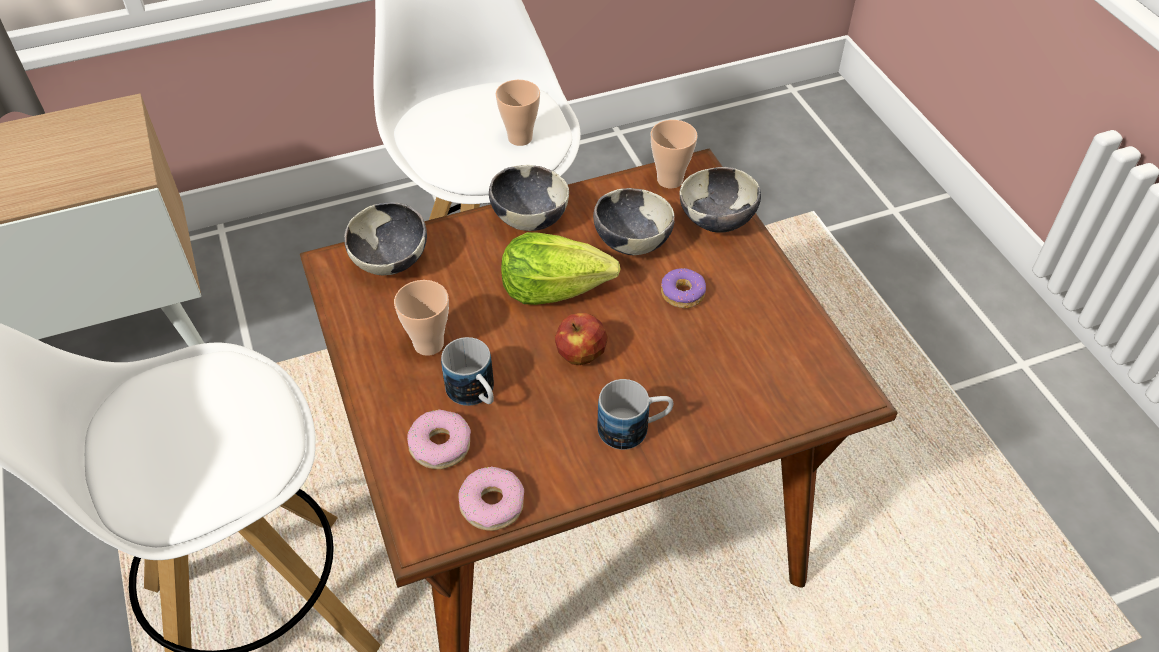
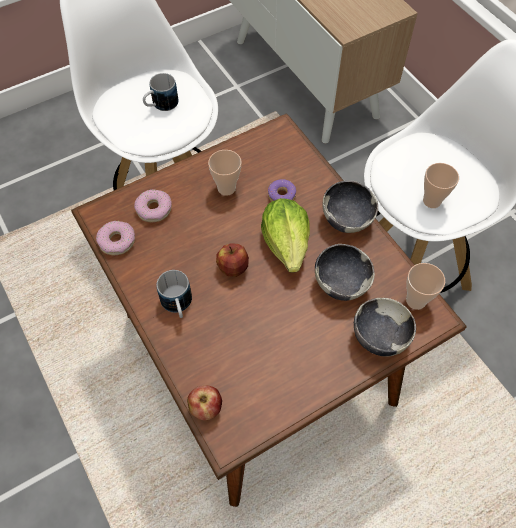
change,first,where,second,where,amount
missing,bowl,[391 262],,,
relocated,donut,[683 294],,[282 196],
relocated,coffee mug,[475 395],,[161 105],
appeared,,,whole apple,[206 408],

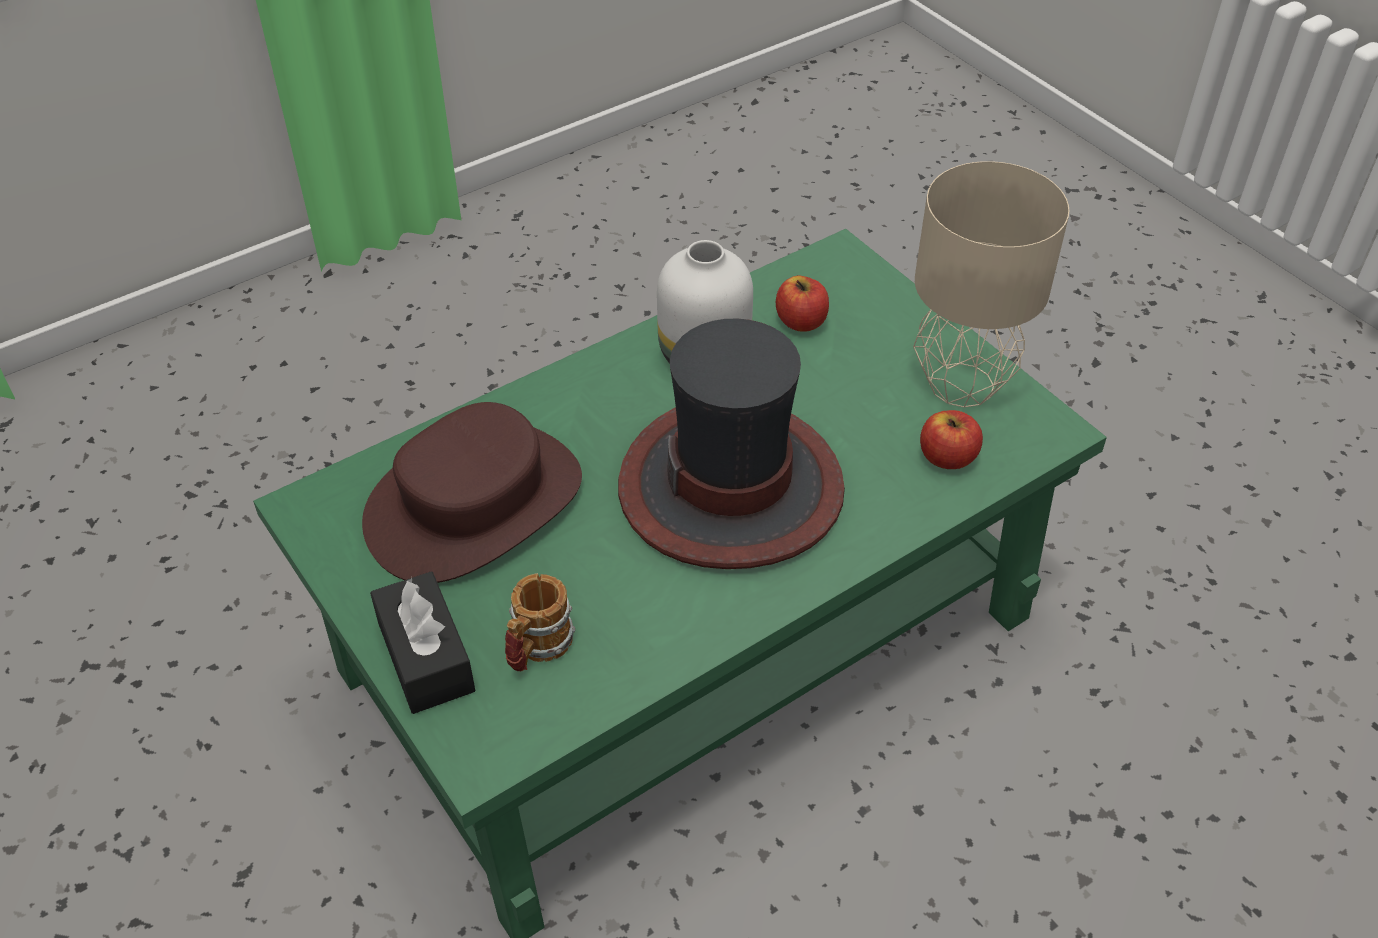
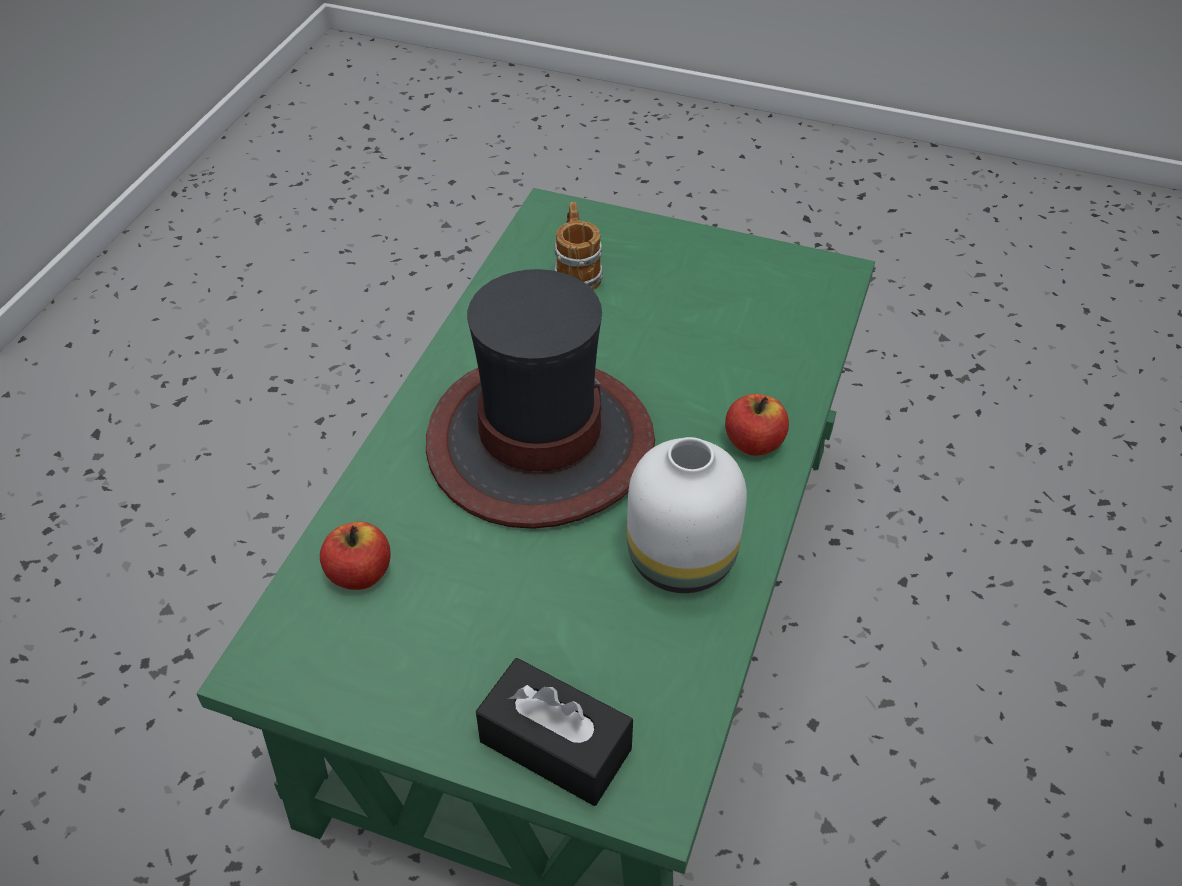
change,first,where,second,where,amount
missing,sand-coloured lamp for a table,[962 386],,,
relocated,whole apple,[801 321],,[754 443],
missing,brown-coloured hat,[475 504],,,
relocated,blackish tissue box,[426 657],,[555 745],

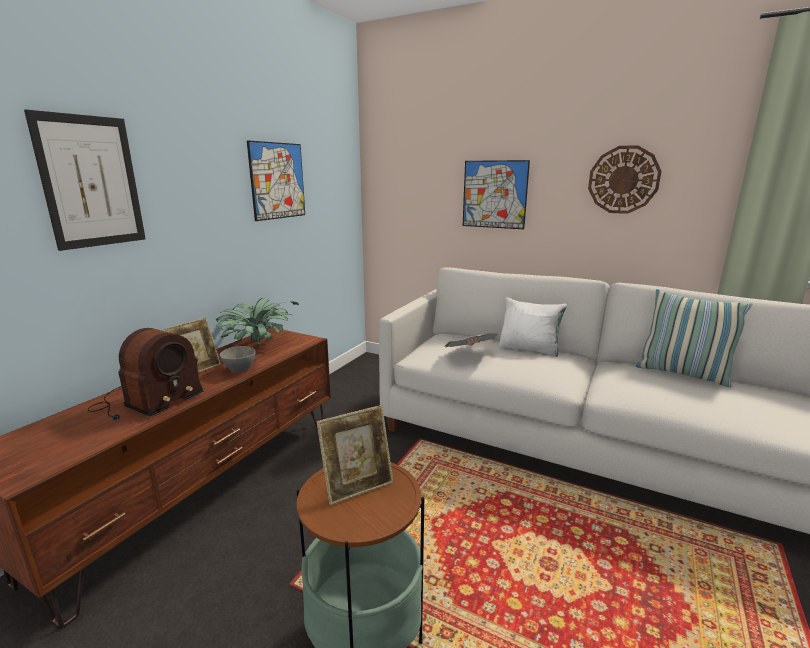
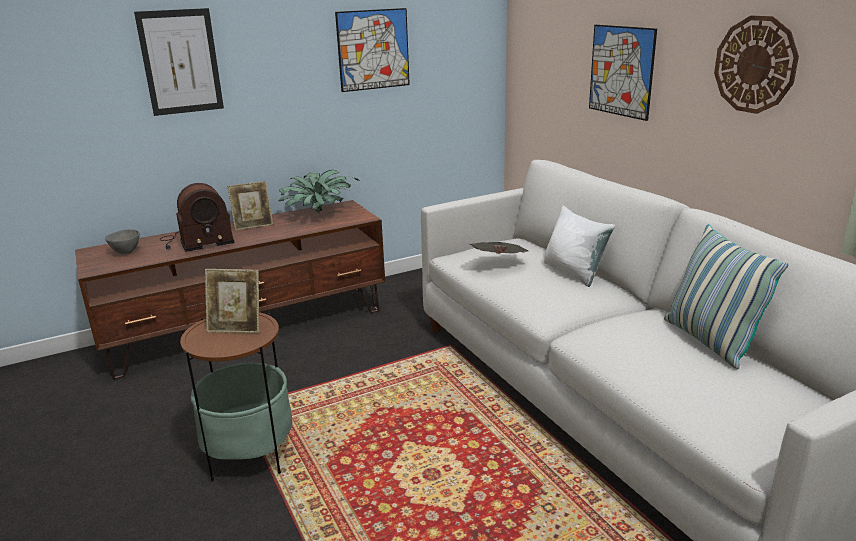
change,first,where,second,where,amount
relocated,grey bowl,[239 370],,[126 252],

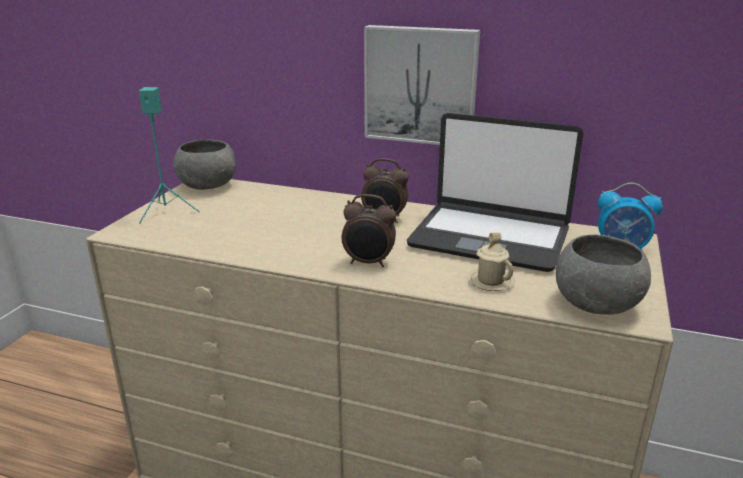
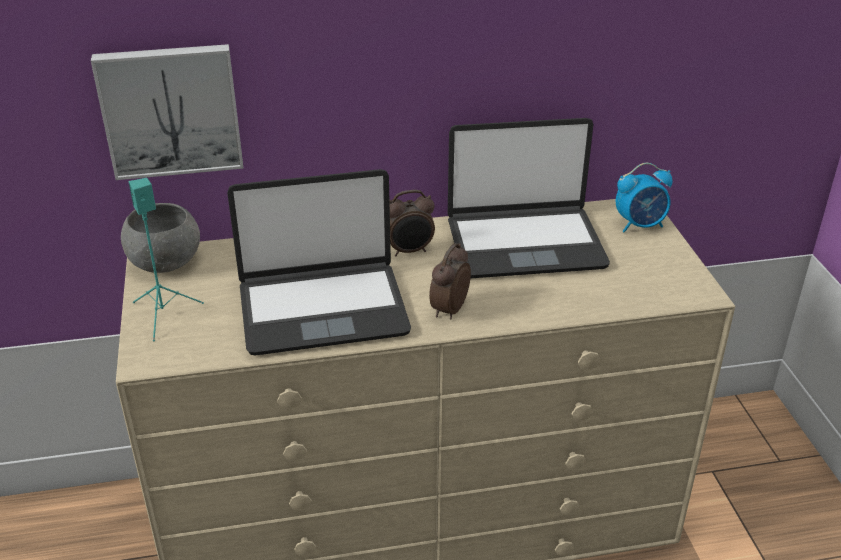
change,first,where,second,where,amount
relocated,wall picture,[421 85],,[171 110],
spun,bedside clock,[368 263],,[448 310],135 degrees clockwise
missing,sand-coloured coffee mug,[490 281],,,
missing,grey bowl,[596 304],,,
appeared,,,notebook computer,[322 308],

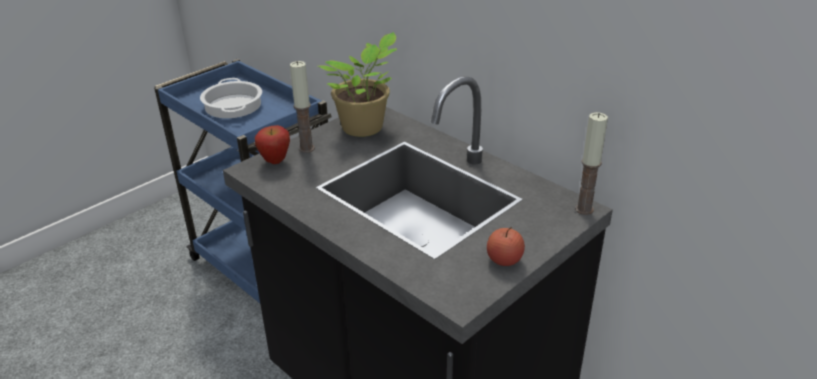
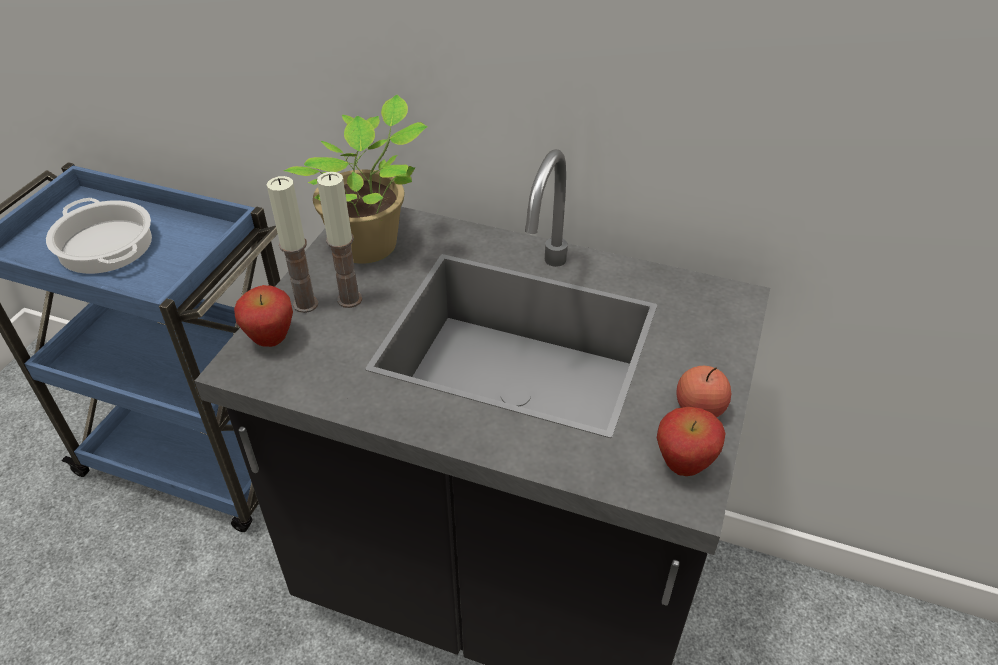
change,first,where,second,where,amount
relocated,wax candle,[584 209],,[349 299],
appeared,,,whole apple,[683 466],

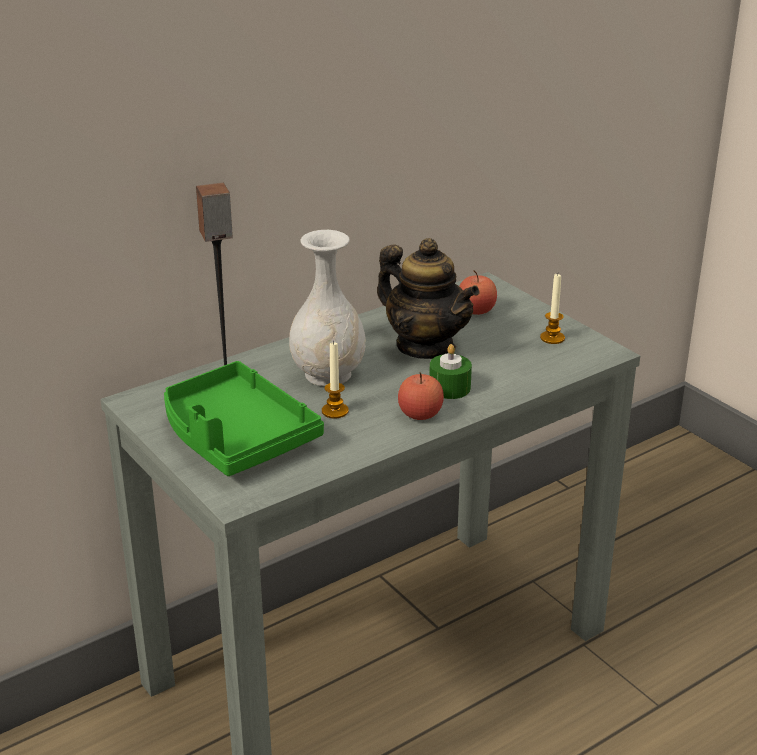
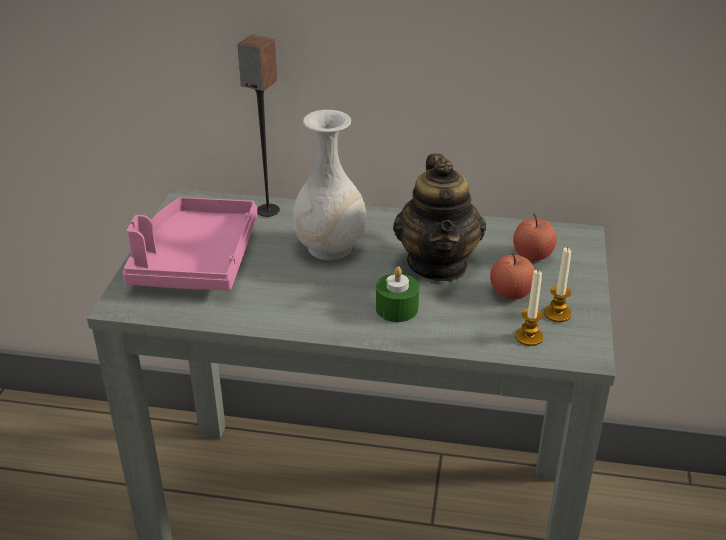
change,first,where,second,where,amount
relocated,wax candle,[335 411],,[529 337],
colour,green-coloured tray,[235 437],pink tray,[195 260],
relocated,whole apple,[420 414],,[511 293],

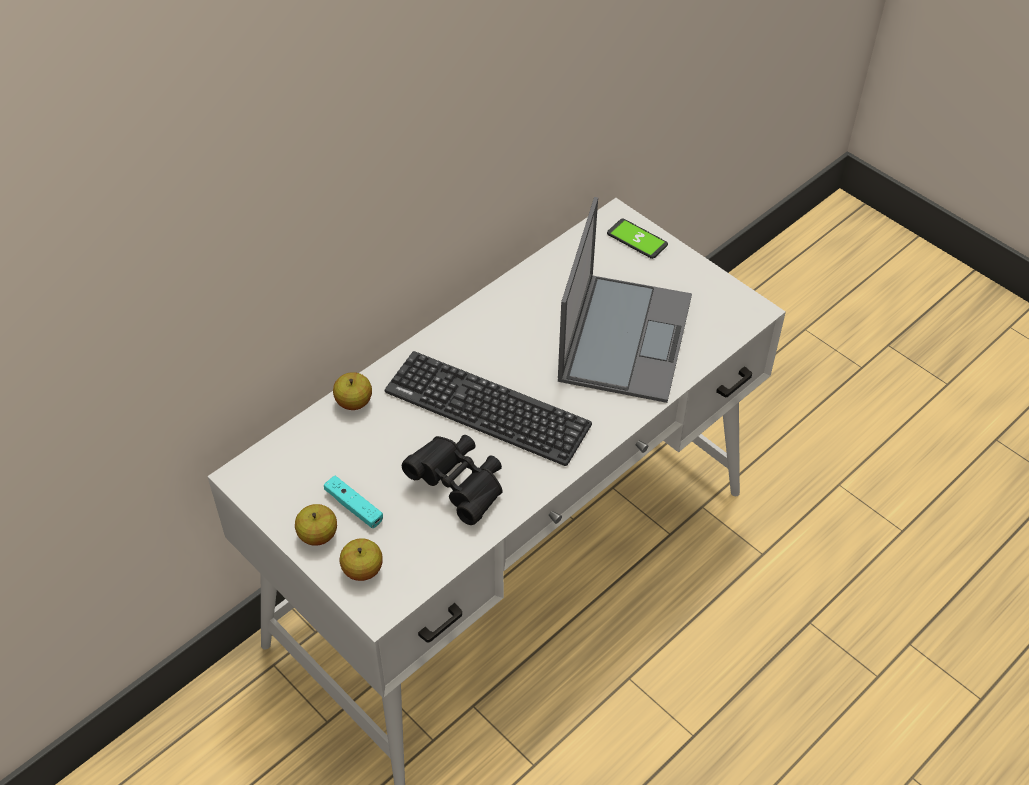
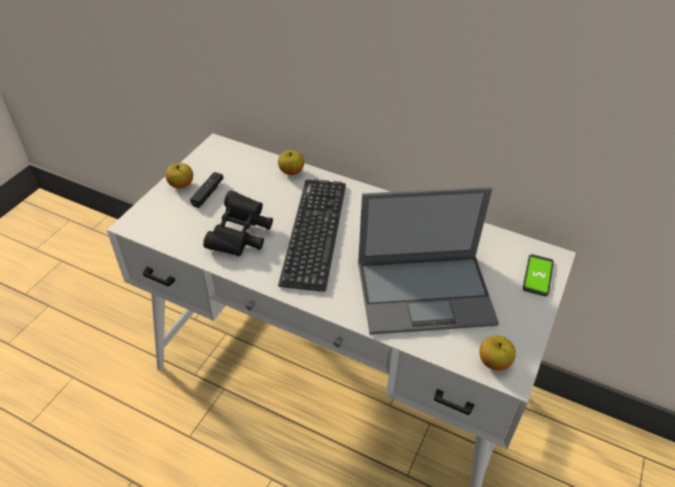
change,first,where,second,where,amount
colour,turquoise joypad,[354 506],blackish joypad,[208 193],
relocated,whole apple,[362 570],,[494 362],

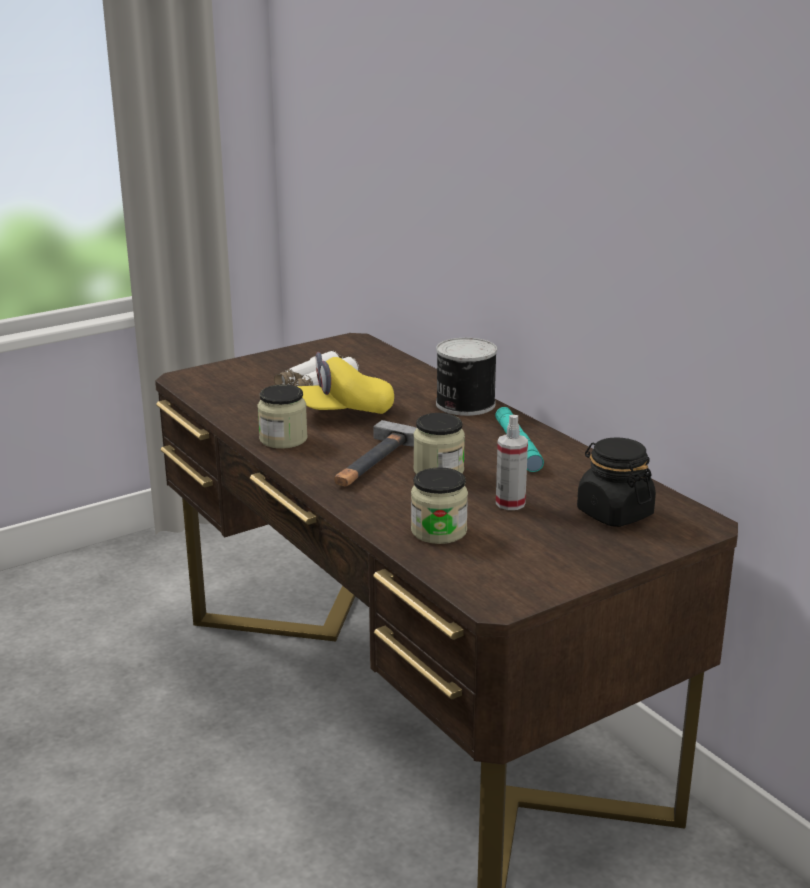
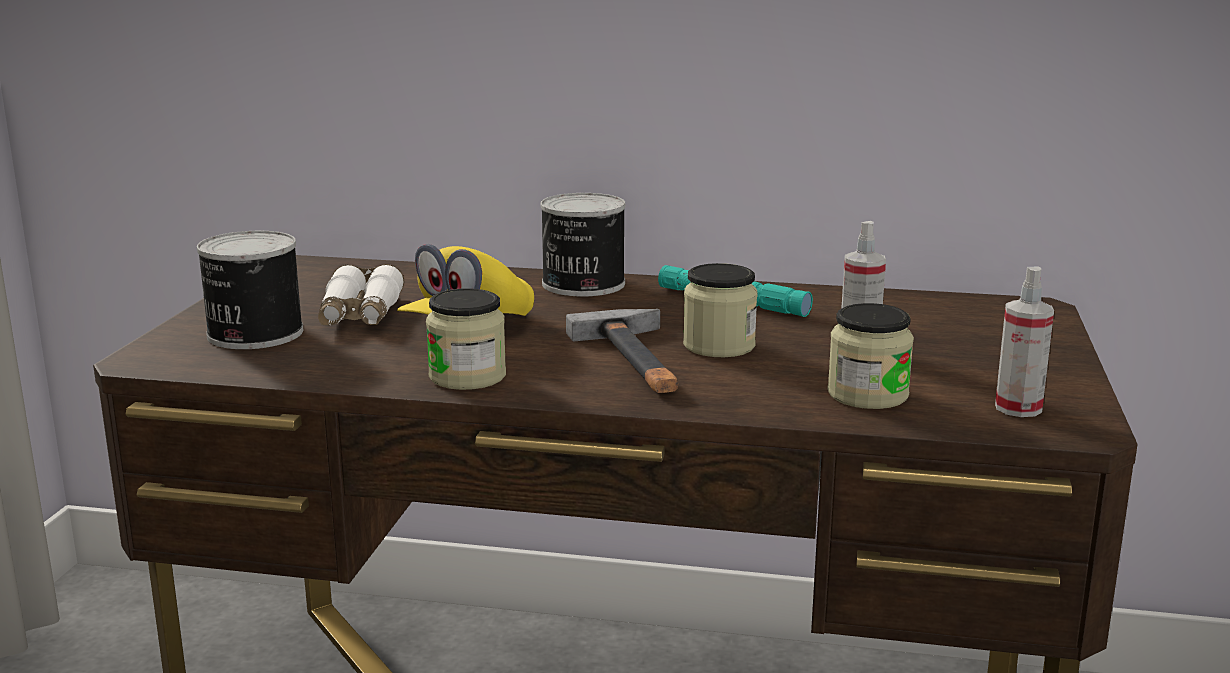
change,first,where,second,where,amount
missing,blackish jar,[614 513],,,
appeared,,,sealed can,[252 334],
appeared,,,hand sprayer,[1018 408],

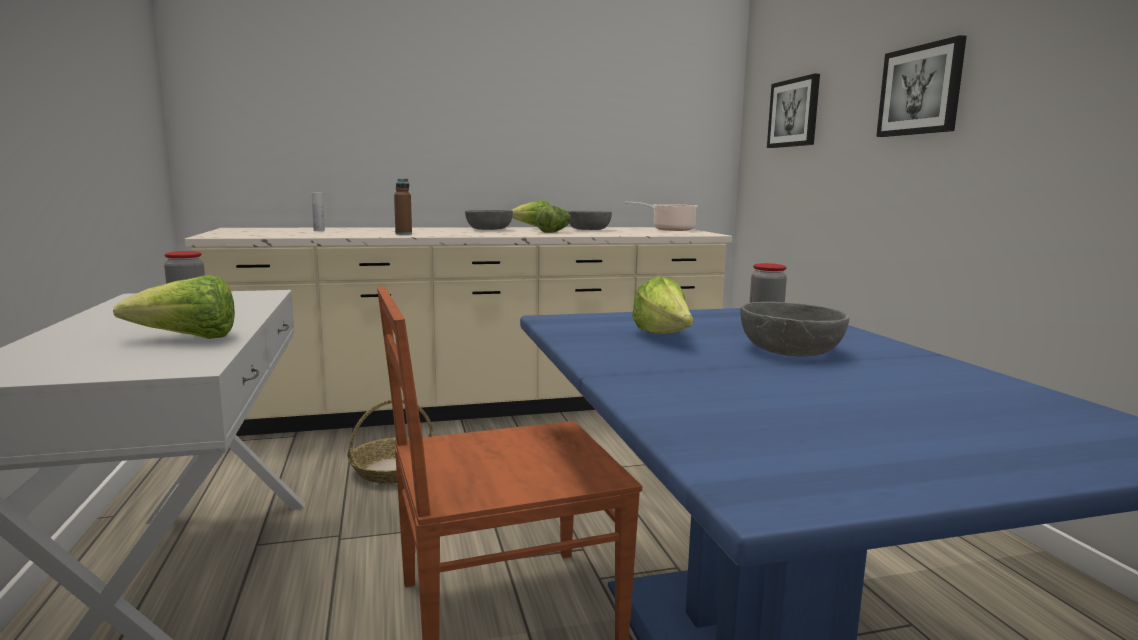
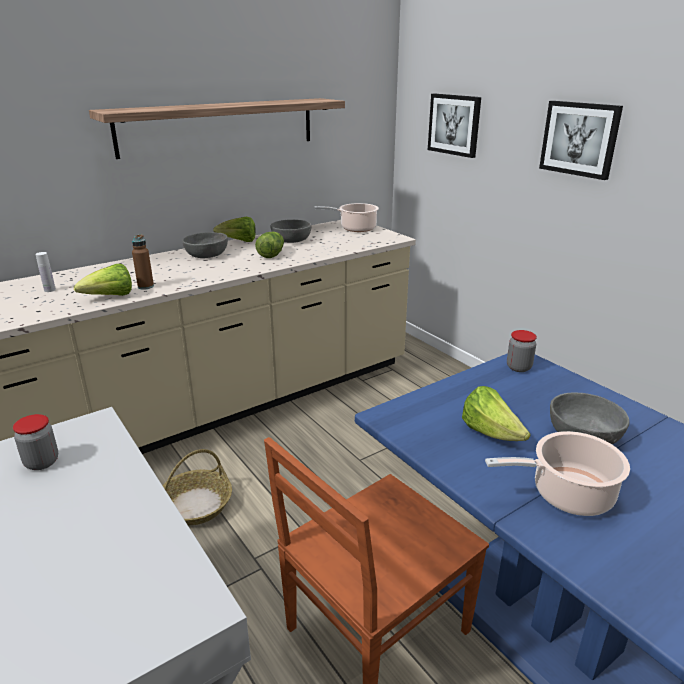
change,first,where,second,where,amount
relocated,lettuce,[188 339],,[110 297],
appeared,,,wall shelf,[219 126],
appeared,,,saucepot,[567 494],

